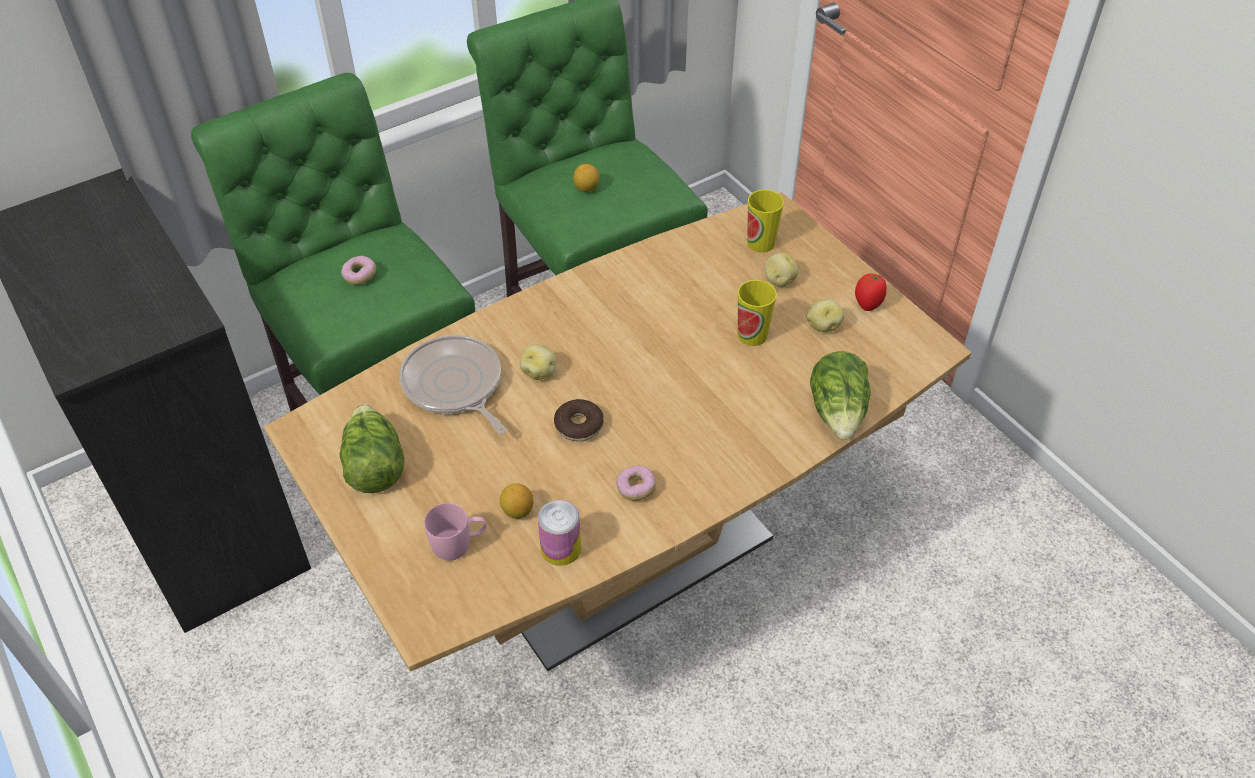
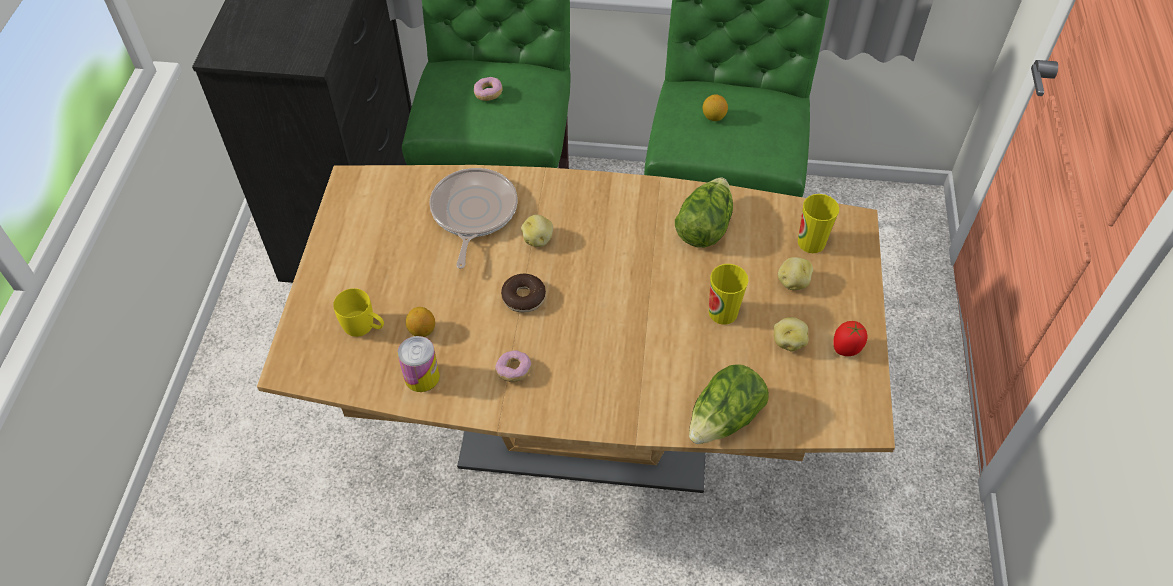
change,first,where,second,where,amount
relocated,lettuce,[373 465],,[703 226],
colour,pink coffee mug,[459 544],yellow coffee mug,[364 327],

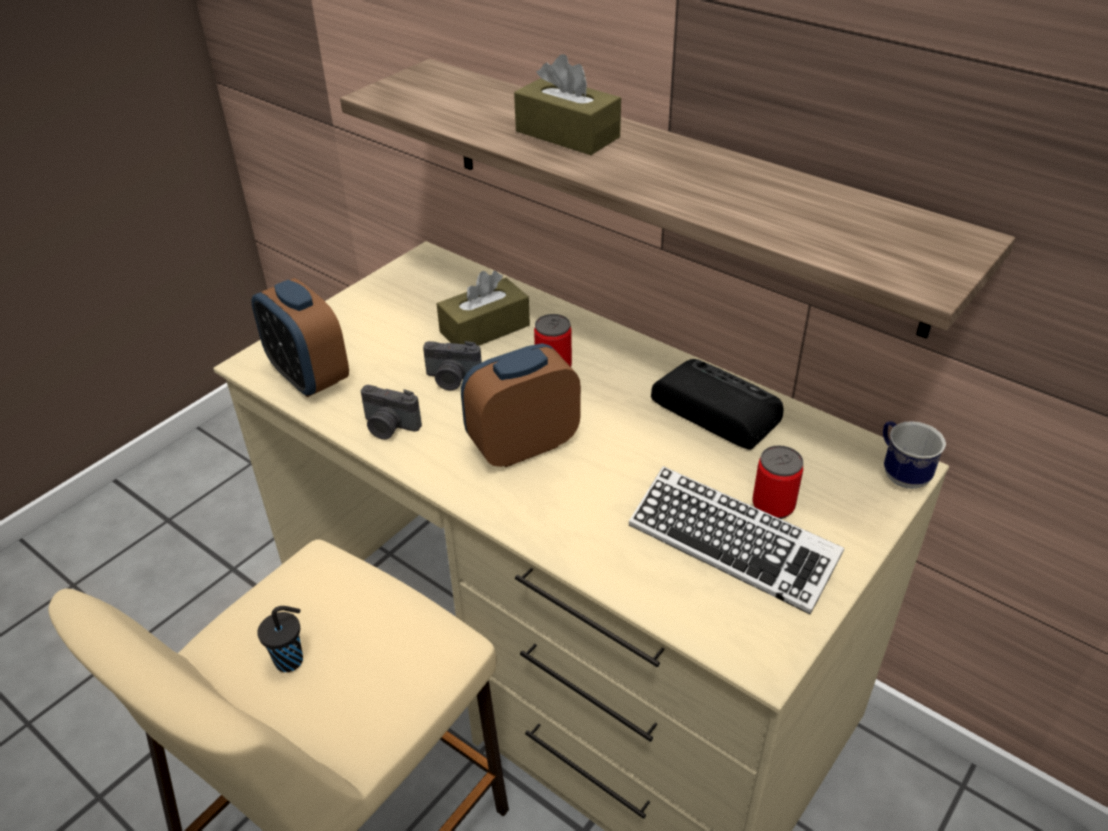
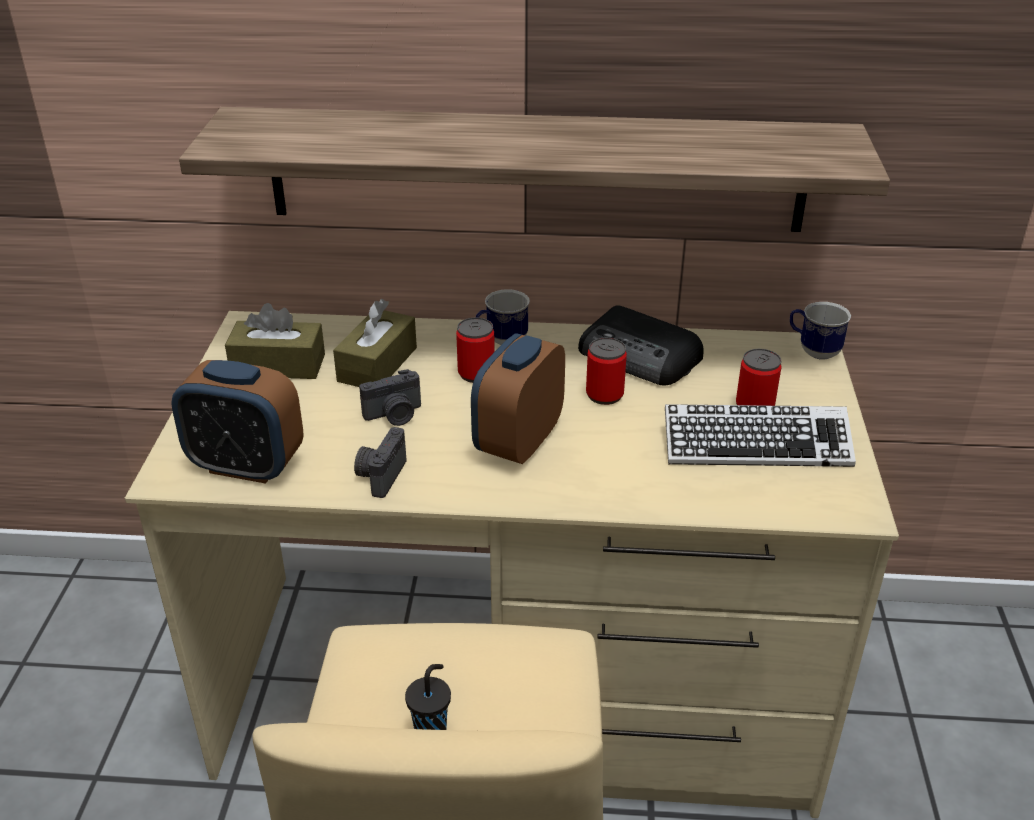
change,first,where,second,where,amount
relocated,brown-coloured tissue box,[567 134],,[278 365],
spun,radio,[714 409],,[640 356],150 degrees counterclockwise
spun,still camera,[389 427],,[380 475],120 degrees clockwise
appeared,,,coffee mug,[501 341],
appeared,,,sealed can,[604 395],

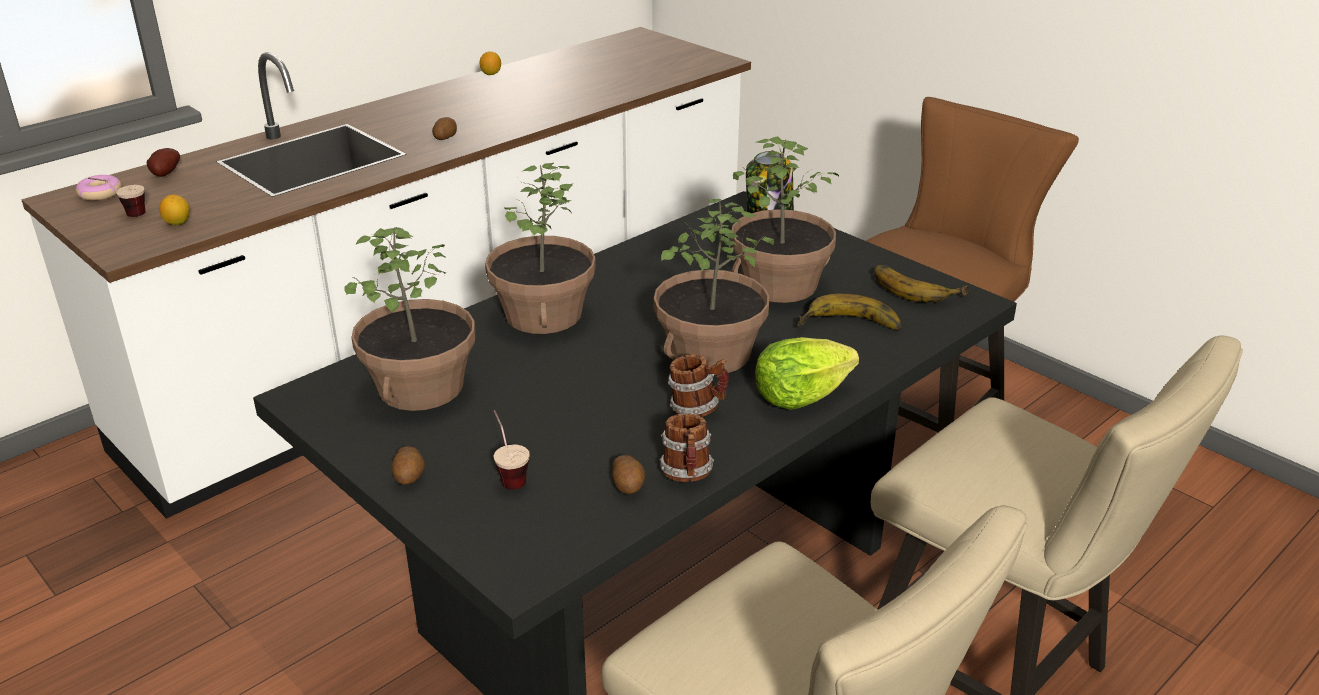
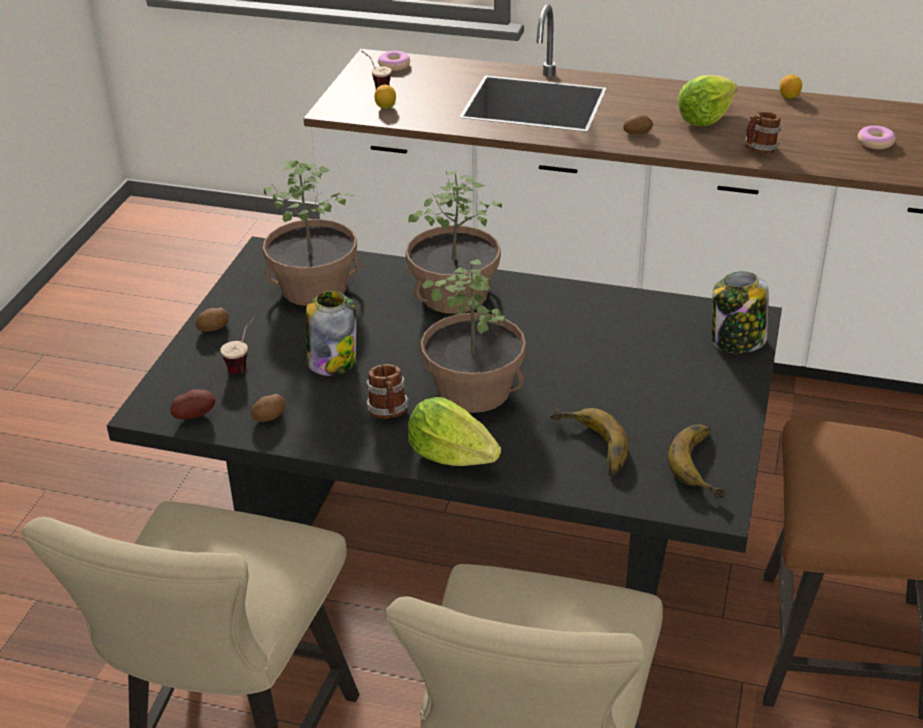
change,first,where,second,where,amount
missing,plant in a pot,[780 285],,,
relocated,whole potato,[164 174],,[195 415],
relocated,coffee mug,[687 475],,[759 150],
appeared,,,lettuce,[705 119],
appeared,,,donut,[875 142],
appeared,,,jar,[332 361],

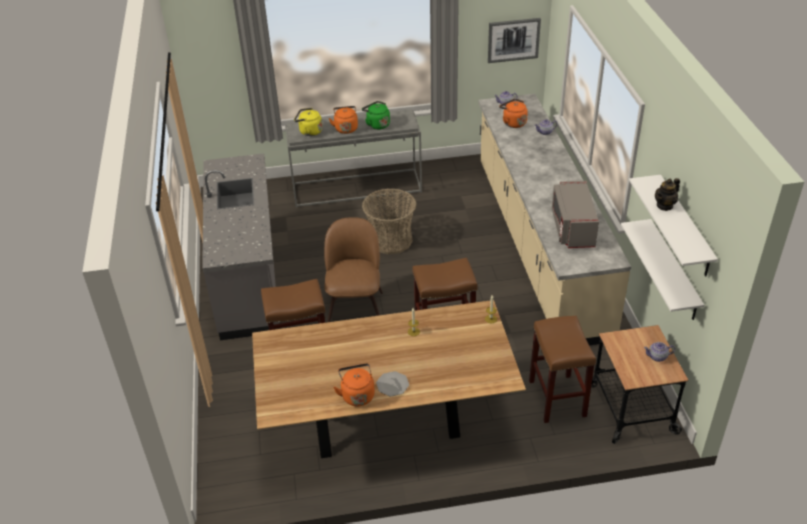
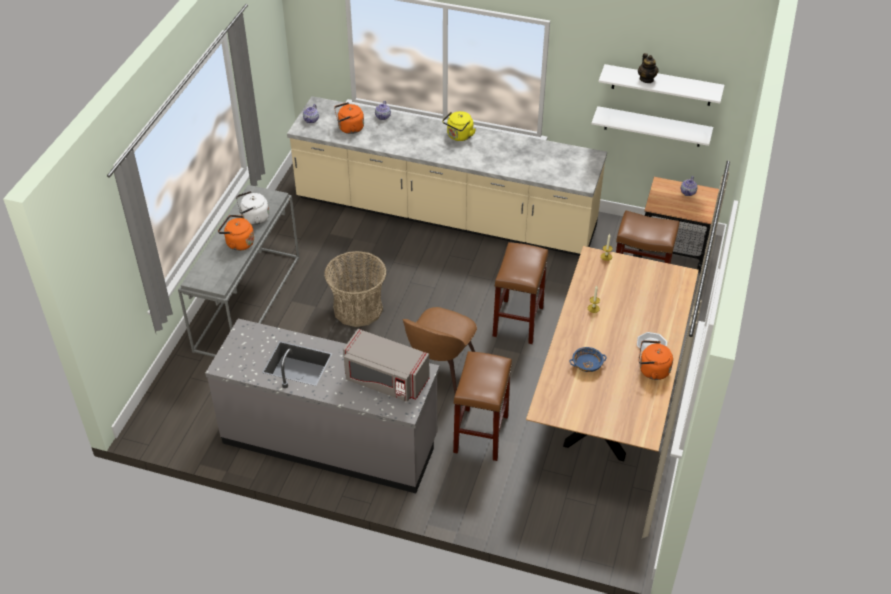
change,first,where,second,where,amount
missing,wall picture,[513 40],,,
colour,green-coloured kettle,[377 124],white-coloured kettle,[253 218],
relocated,yellow kettle,[309 131],,[459 136],
relocated,grey microwave oven,[572 228],,[385 380],
spun,brown-coloured upright chair,[355 306],,[439 370],90 degrees counterclockwise
appeared,,,blue-coloured bowl,[587 364],

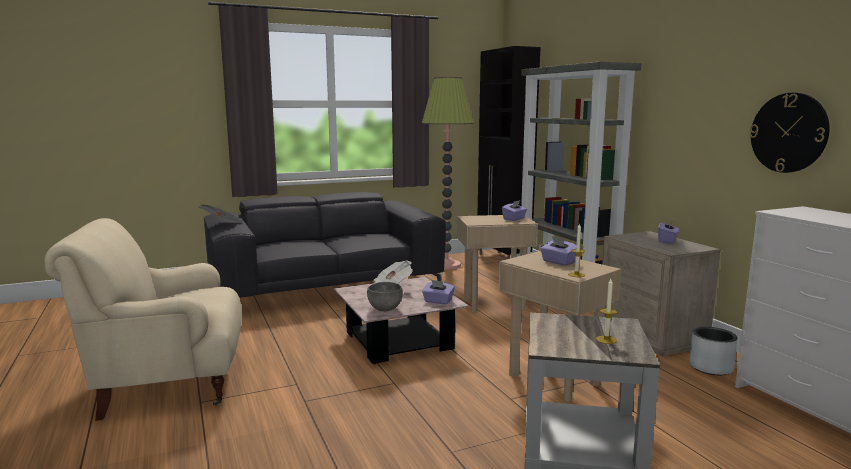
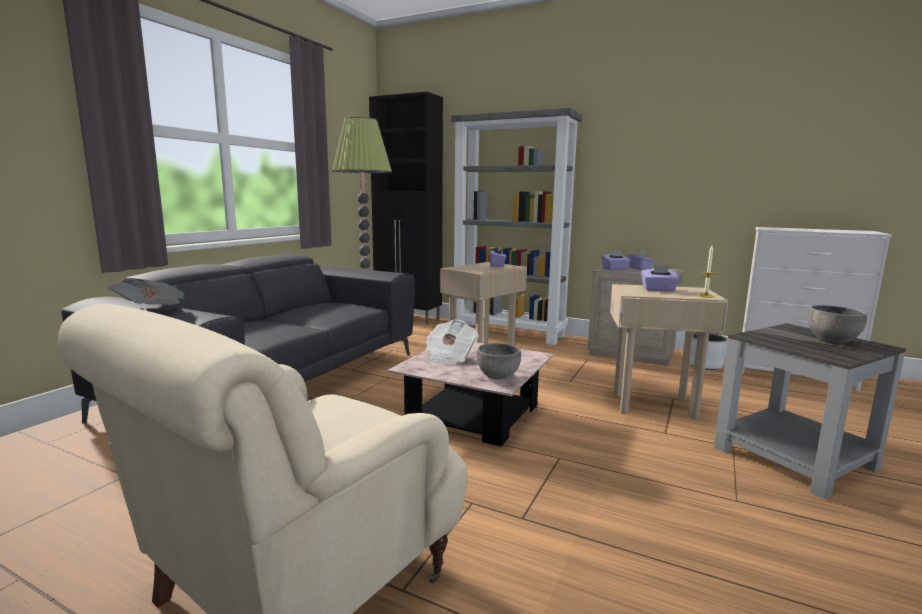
change,first,where,second,where,amount
missing,clock on the wall,[788 133],,,
exchanged,wax candle,[606 340],grey bowl,[832 341],
relocated,purple tissue box,[438 301],,[615 269],

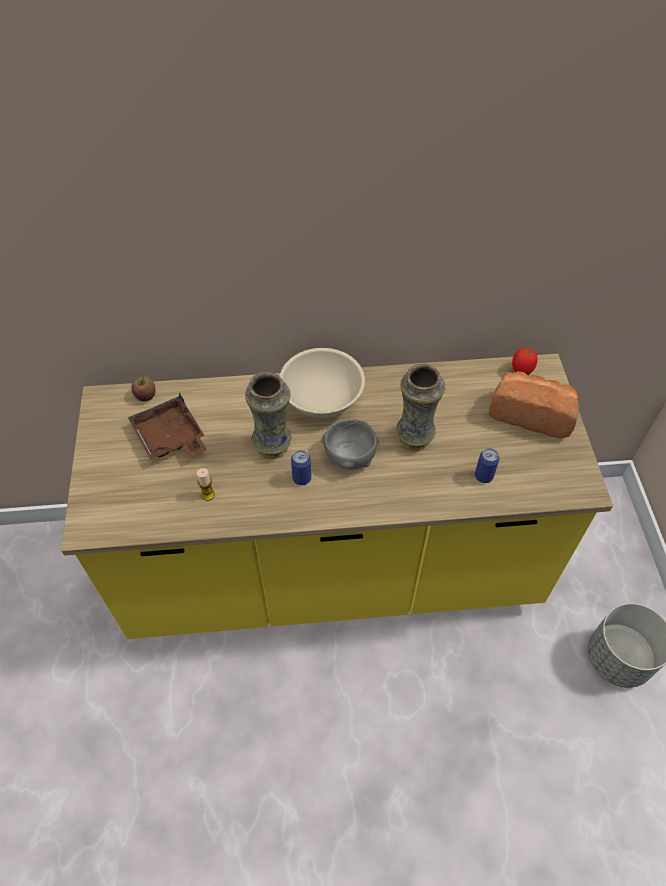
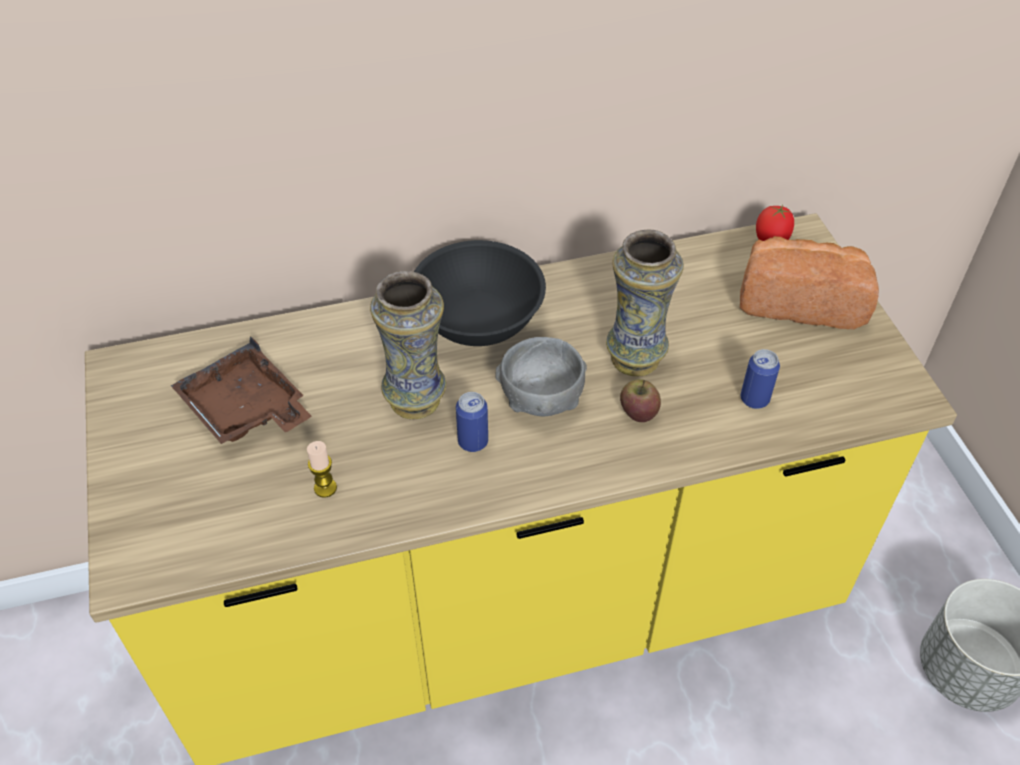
change,first,where,second,where,amount
colour,sand-coloured bowl,[322 399],blackish bowl,[479 321],
relocated,whole apple,[145 395],,[638 412],

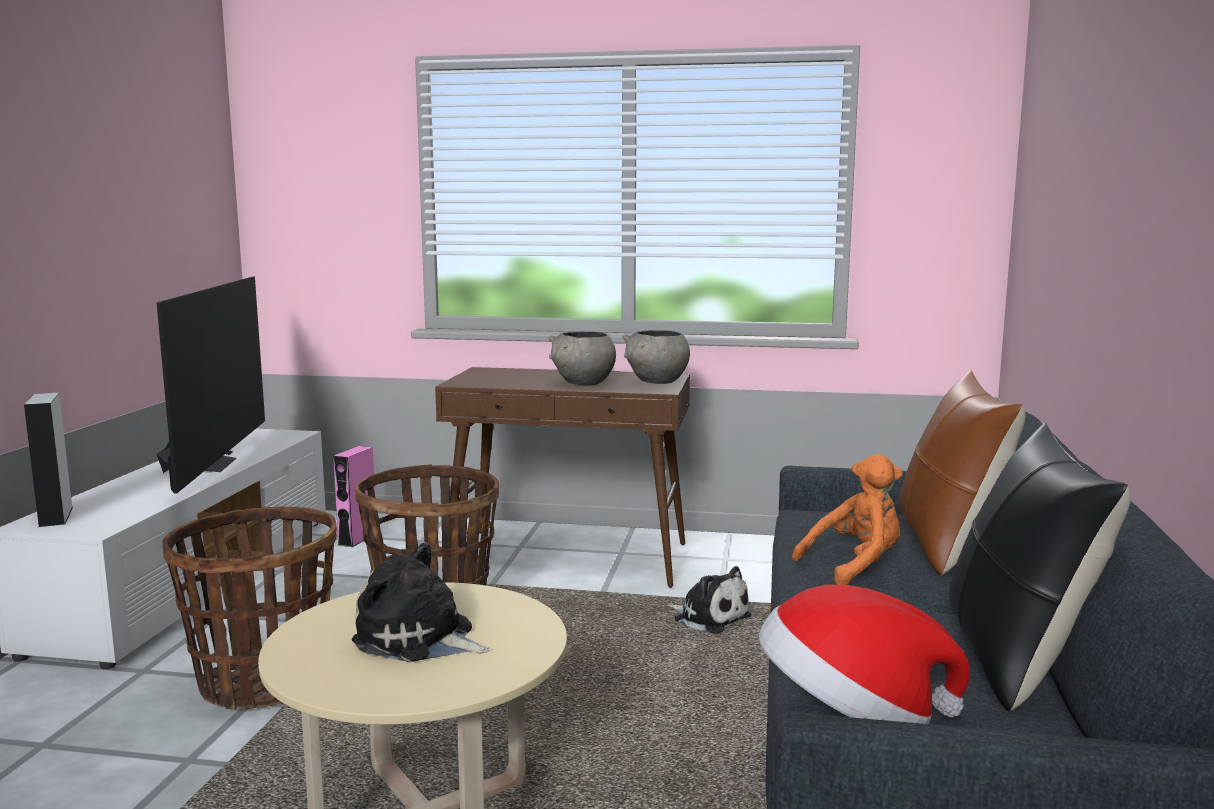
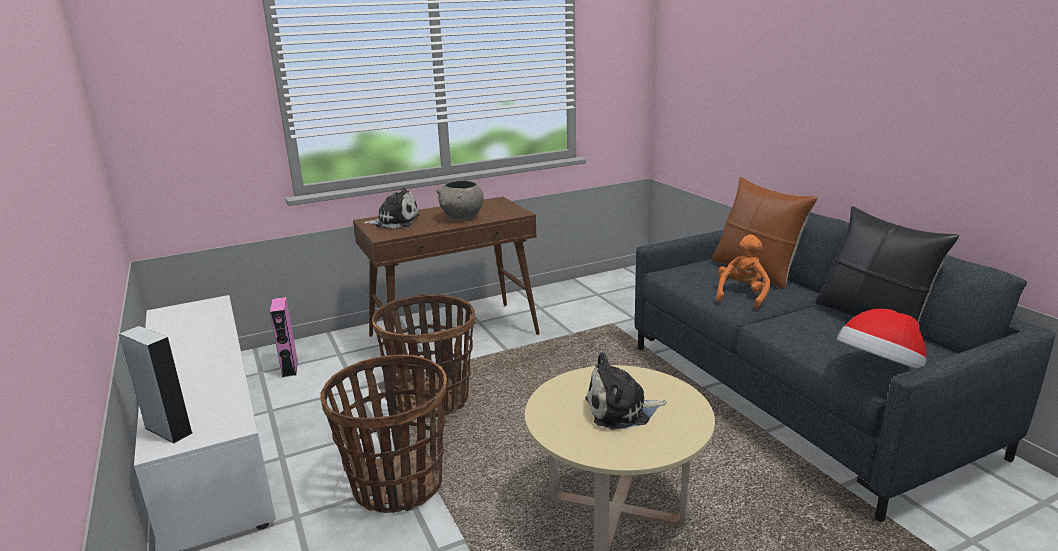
change,first,where,second,where,amount
missing,TV set,[210 465],,,
missing,grey bowl,[657 381],,,
relocated,soft toy,[709 617],,[395 222],

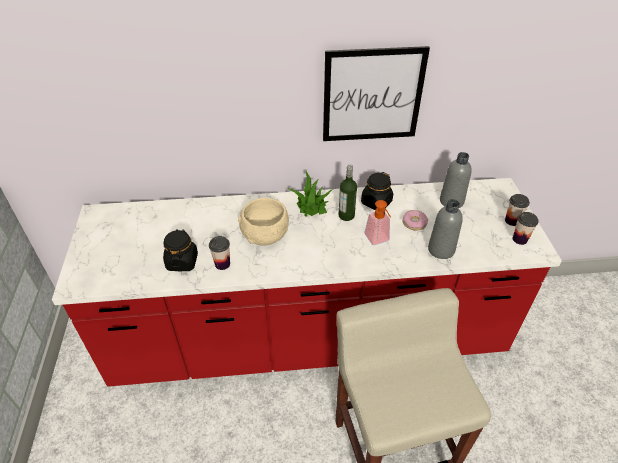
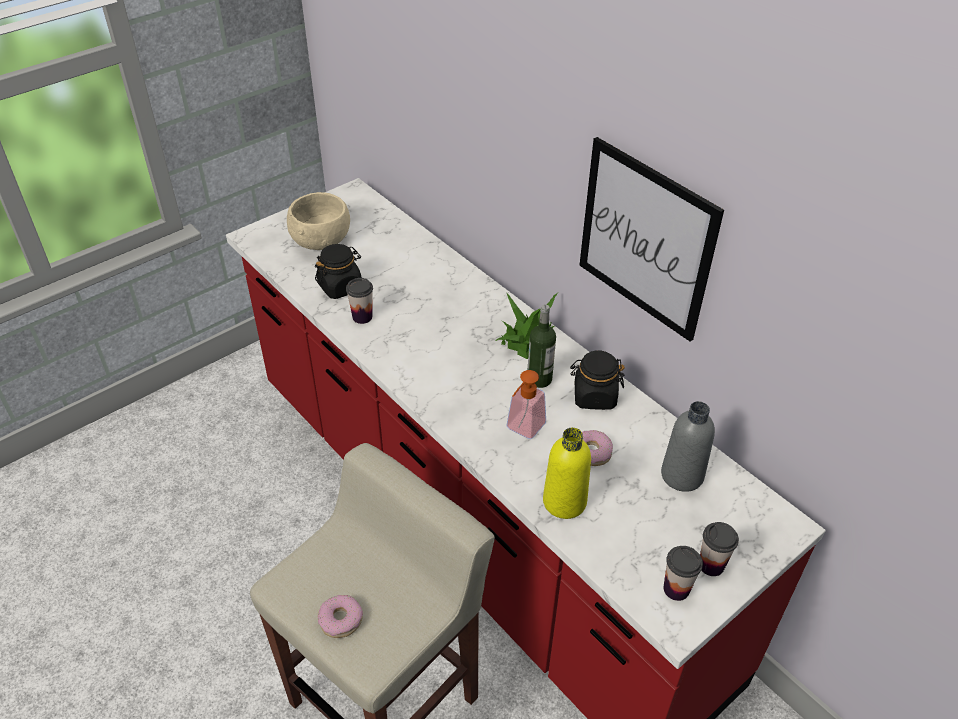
change,first,where,second,where,amount
relocated,sand-coloured bowl,[266 235],,[321 241],
colour,grey beverage bottle,[441 249],yellow beverage bottle,[564 502],
appeared,,,donut,[341 620],

